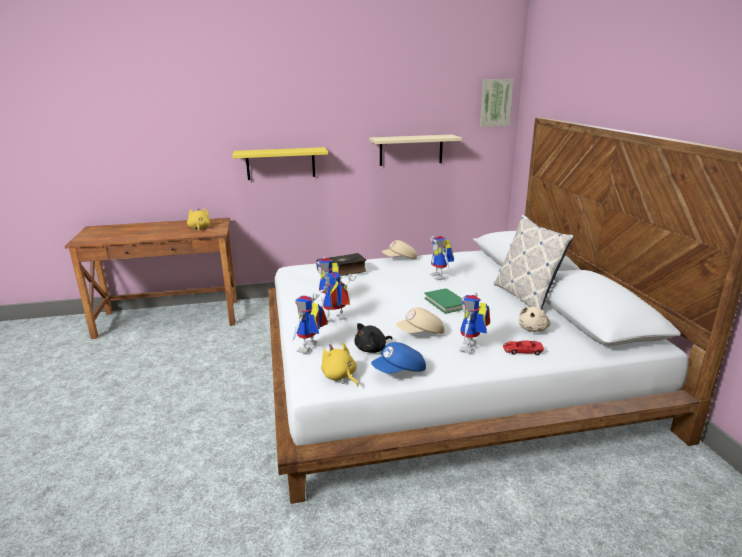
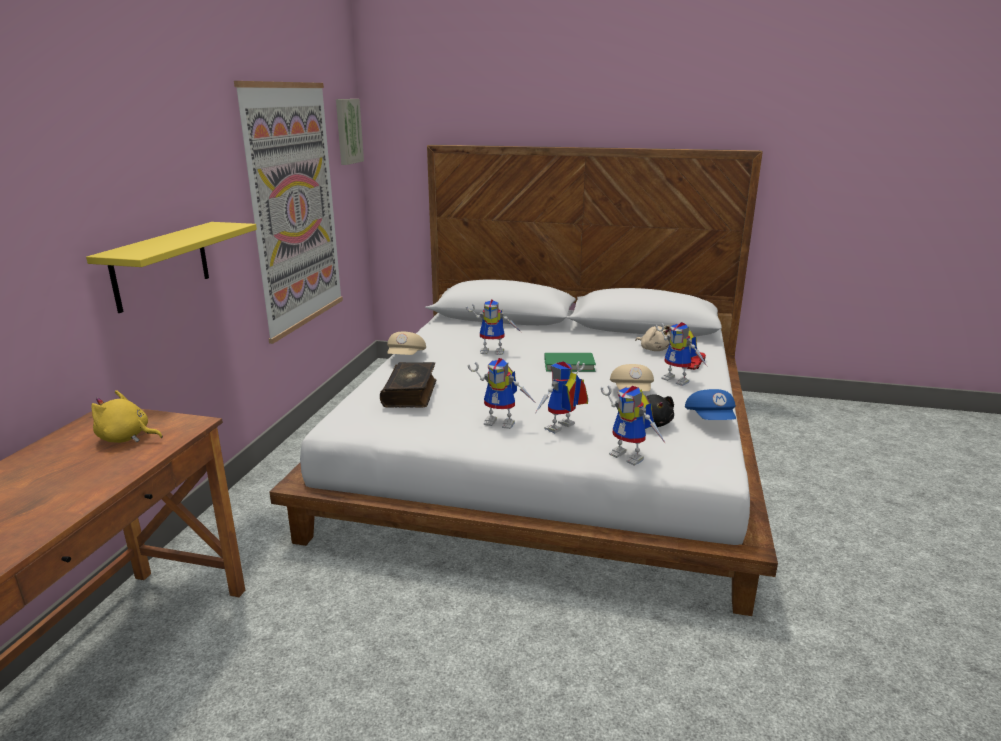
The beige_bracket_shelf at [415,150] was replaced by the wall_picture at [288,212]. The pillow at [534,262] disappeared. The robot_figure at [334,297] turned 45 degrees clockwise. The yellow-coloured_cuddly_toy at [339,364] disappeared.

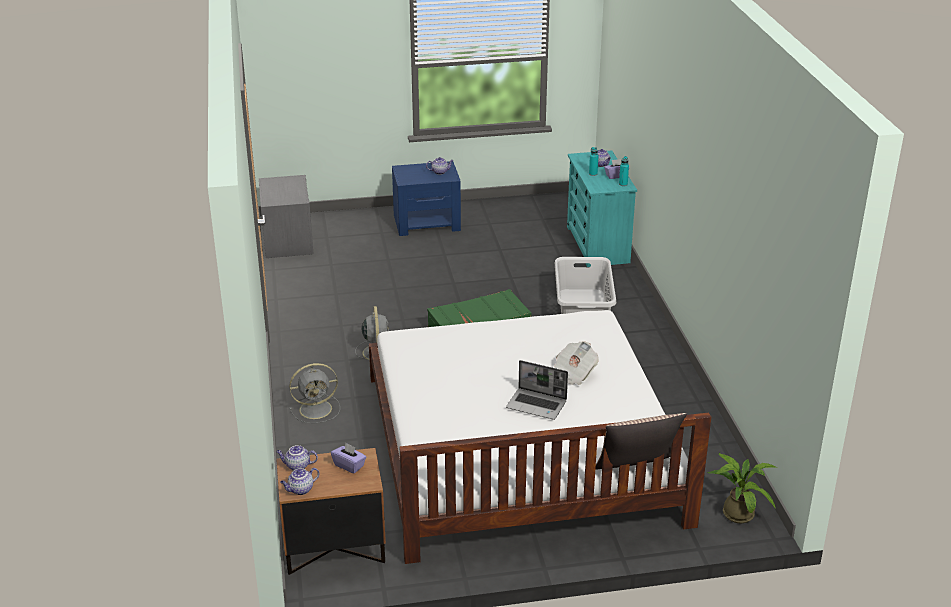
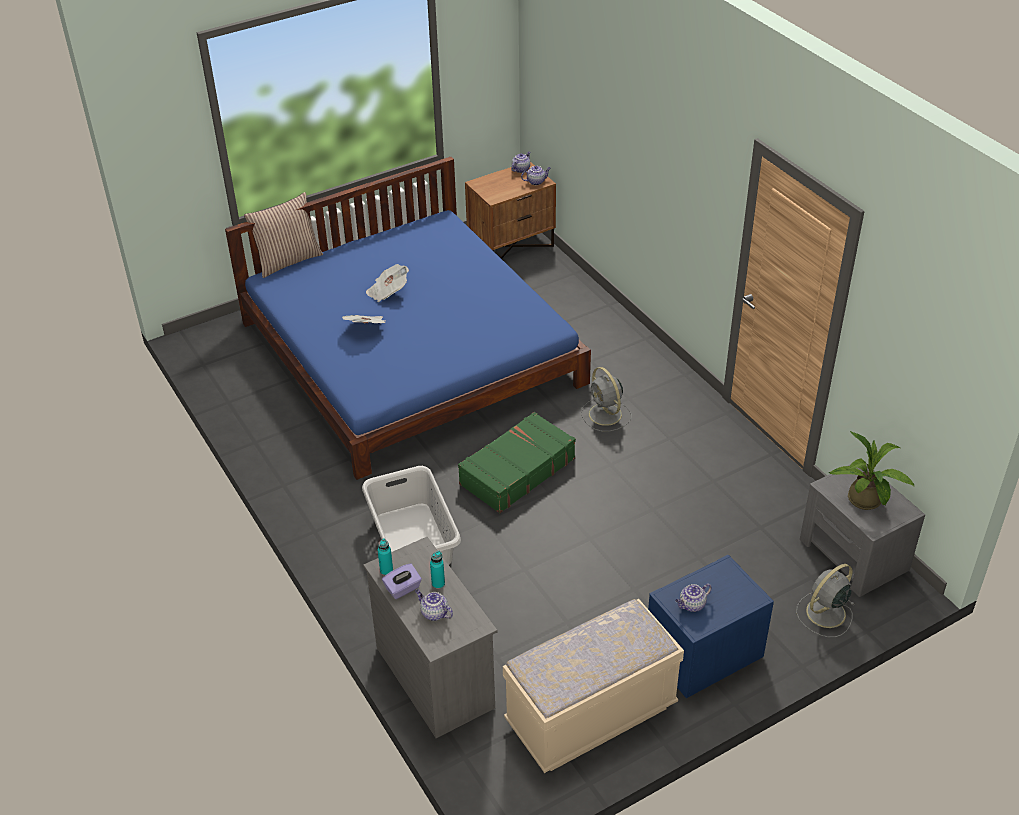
The turquoise-coloured_drawer_chest at [602,208] became the greyish_drawer_chest at [430,637]. The white-coloured_bed at [540,437] became the blue-coloured_bed at [408,318]. The notebook_computer at [537,390] was replaced by the newspaper at [387,283]. The greyish_fan moved from [314,393] to [825,600]. The purple_box_of_tissues at [348,458] disappeared. The potted_plant moved from [742,488] to [872,470]. The beige_long_seat at [593,686] appeared.

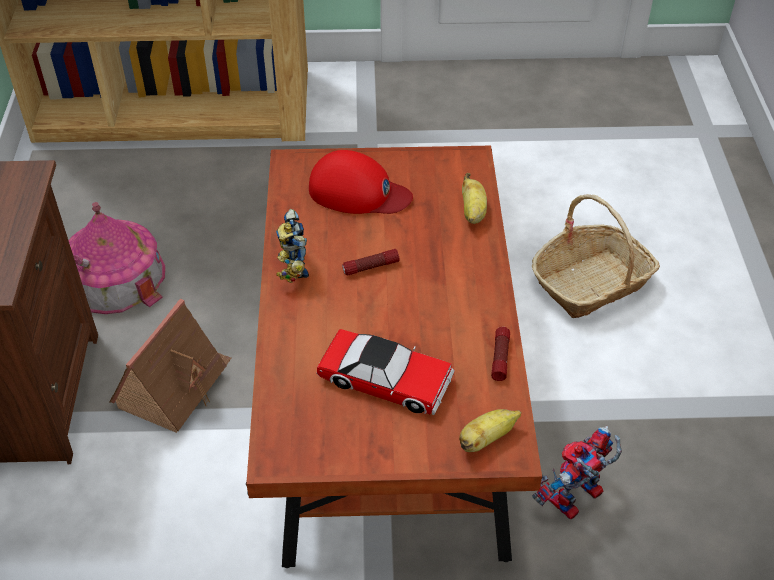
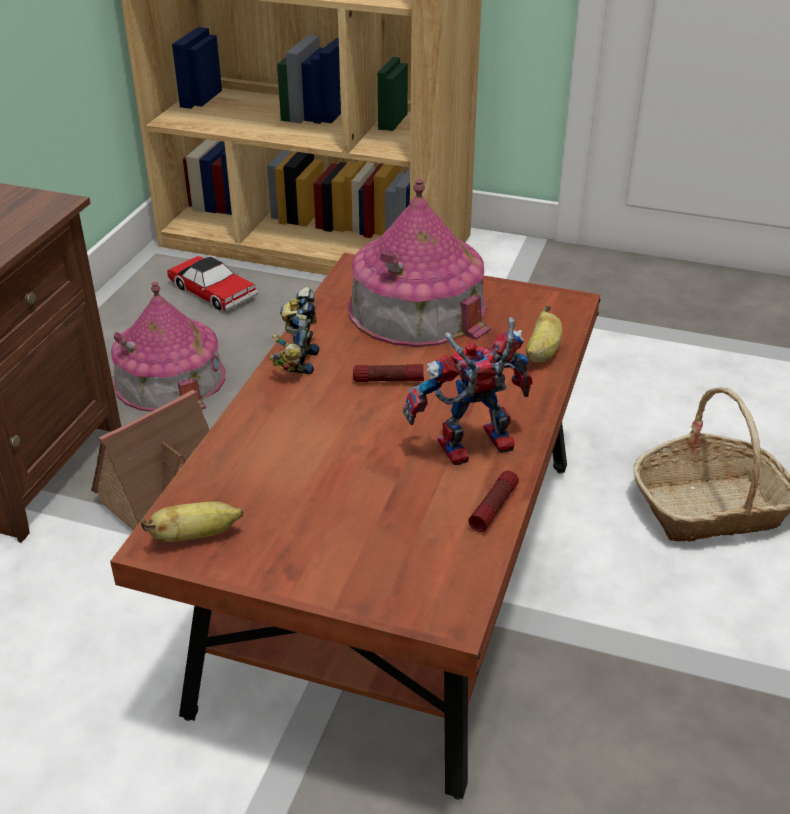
The reddish_baseball_cap at [361,182] was replaced by the miniature_house at [419,263]. The model_car moved from [385,372] to [212,283]. The banana moved from [490,430] to [192,521]. The robot_figure moved from [577,472] to [468,391].

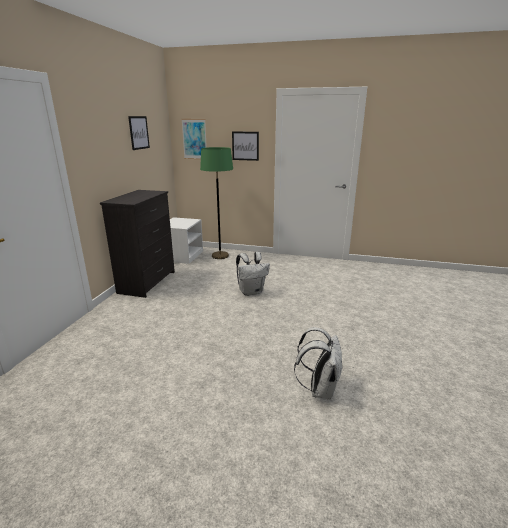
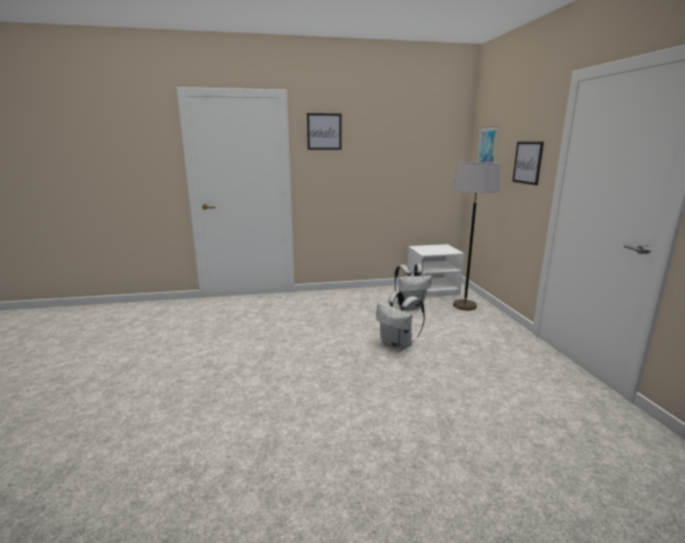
The wall_picture moved from [139,133] to [324,131]. The greenish_standard_lamp at [216,203] became the greyish_standard_lamp at [476,236]. The blackish_drawer_chest at [137,244] disappeared. The white-coloured_knapsack moved from [318,363] to [413,287].

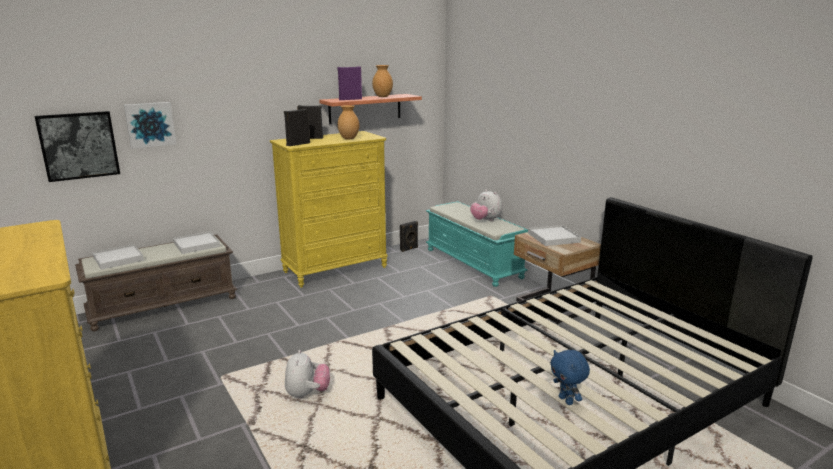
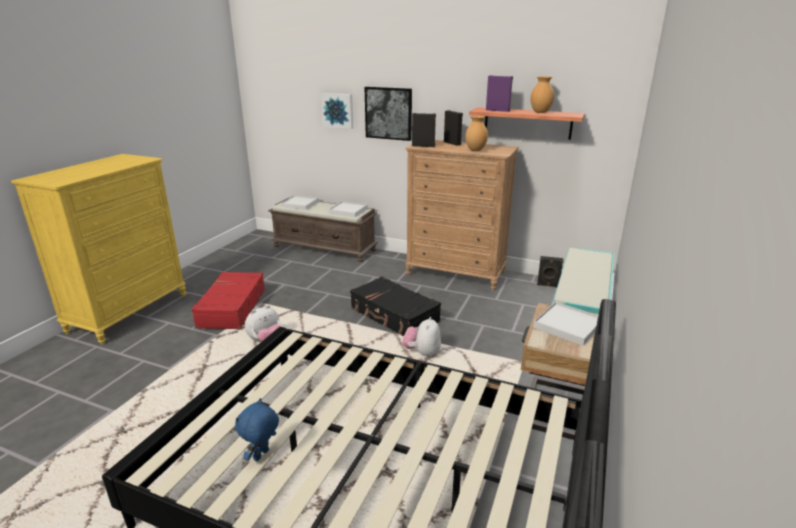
The wall_picture moved from [77,146] to [388,114]. The yellow-coloured_drawer_chest at [329,209] became the brown-coloured_drawer_chest at [462,215]. The cuddly_toy moved from [486,205] to [421,337]. The reddish_suitcase at [228,300] appeared. The blackish_suitcase at [395,306] appeared.

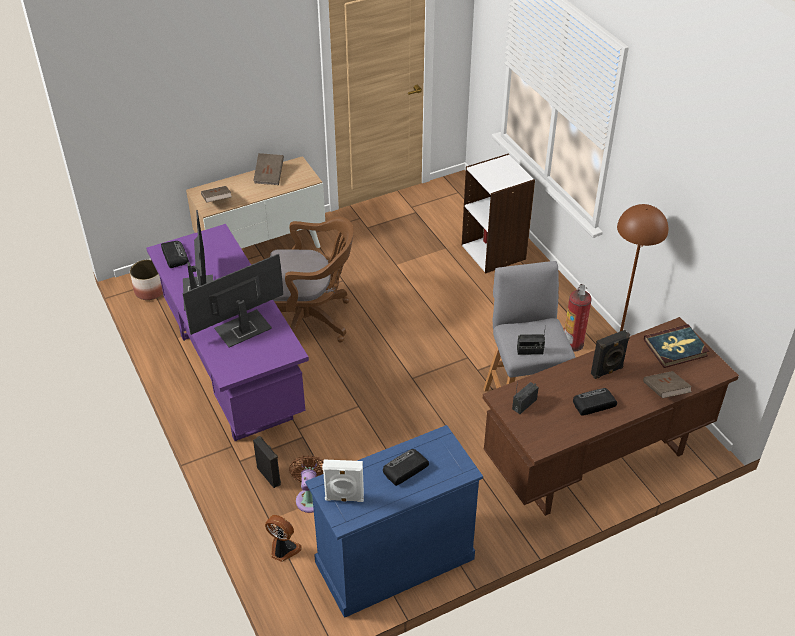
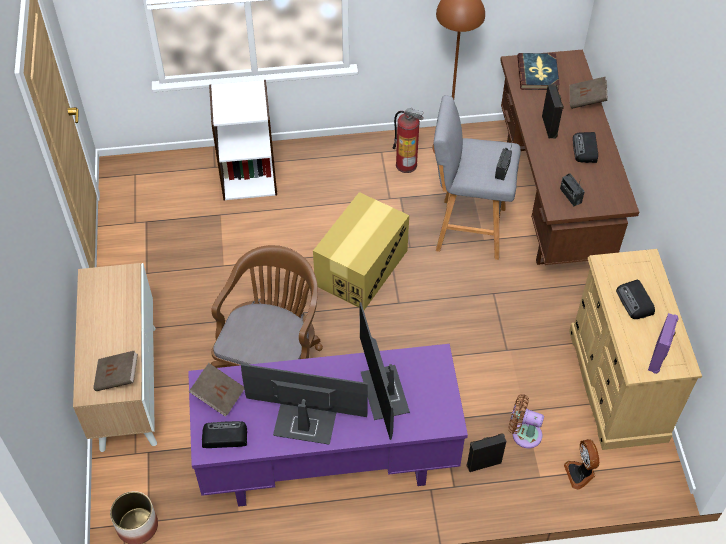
The brown-coloured_bound_book moved from [268,169] to [216,390]. The blue-coloured_drawer_chest at [394,521] became the beige_drawer_chest at [635,349]. The white-coloured_speaker at [343,480] became the purple_speaker at [663,343]. The fan at [283,538] turned 60 degrees counterclockwise. The cardboard_box at [361,251] appeared.

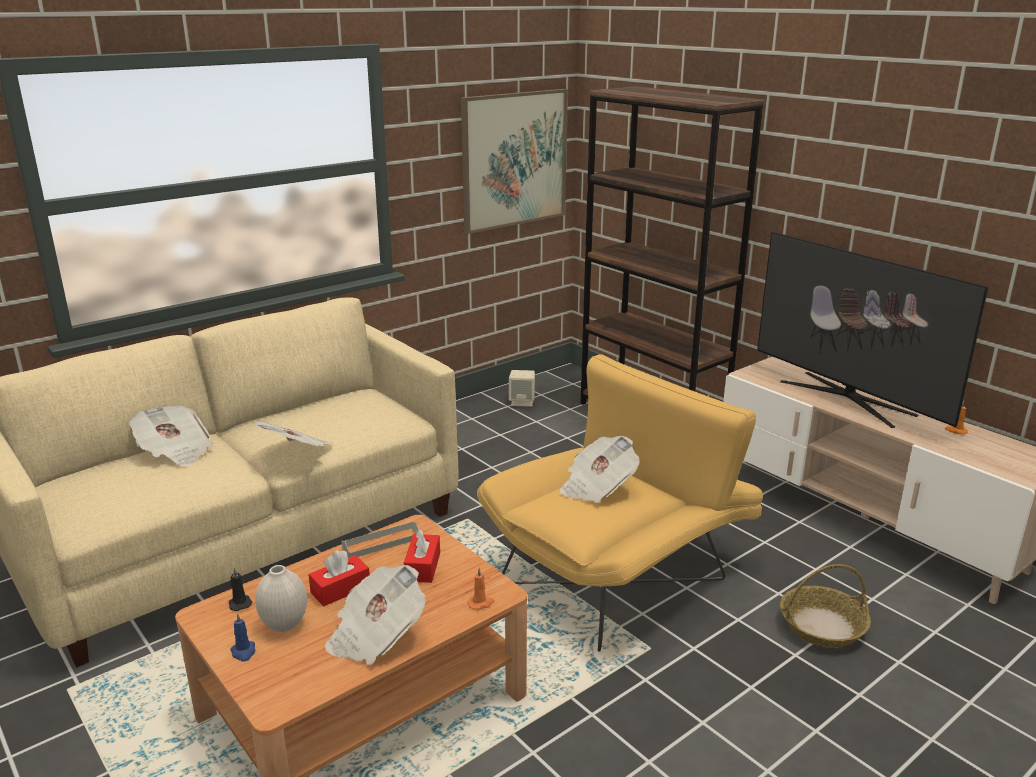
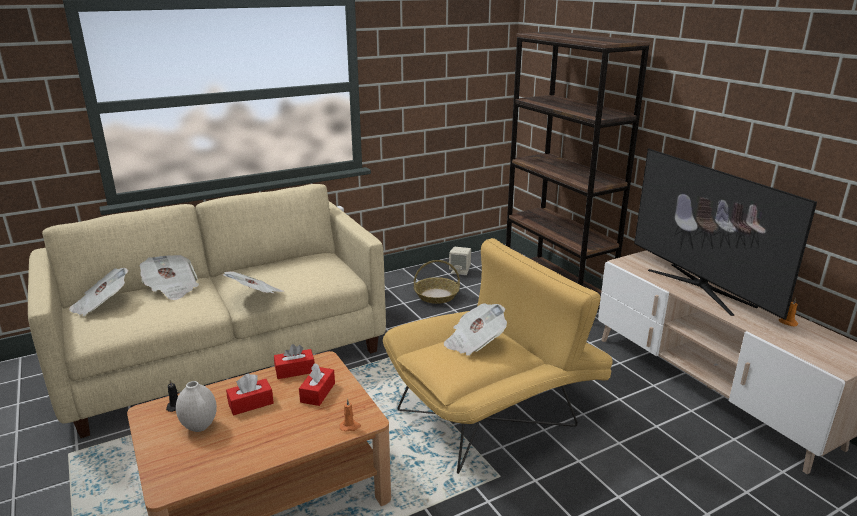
The wall_picture at [514,161] disappeared. The greyish_serving_tray at [380,539] was replaced by the reddish_box_of_tissues at [294,361]. The basket moved from [825,606] to [437,282]. The newspaper moved from [375,615] to [98,292]. The blue-coloured_wax_candle at [242,637] disappeared.

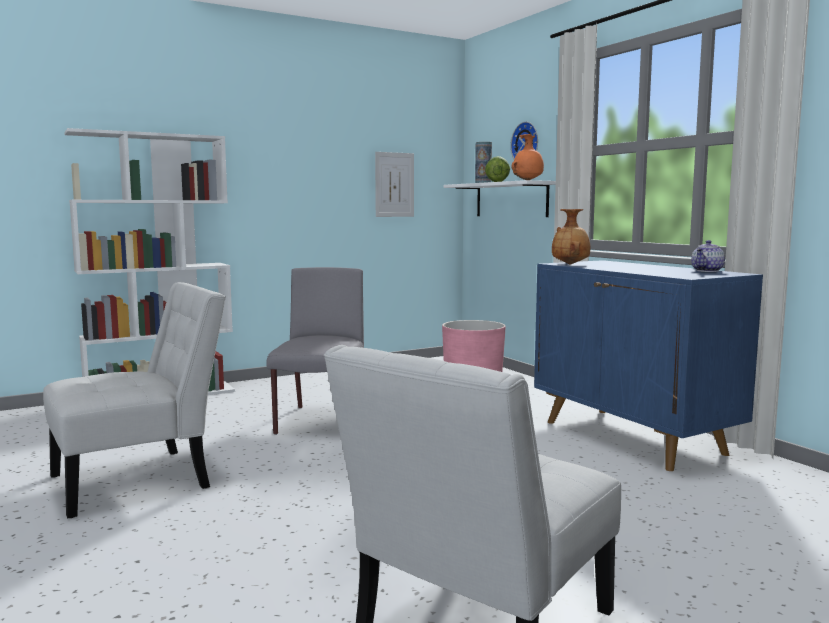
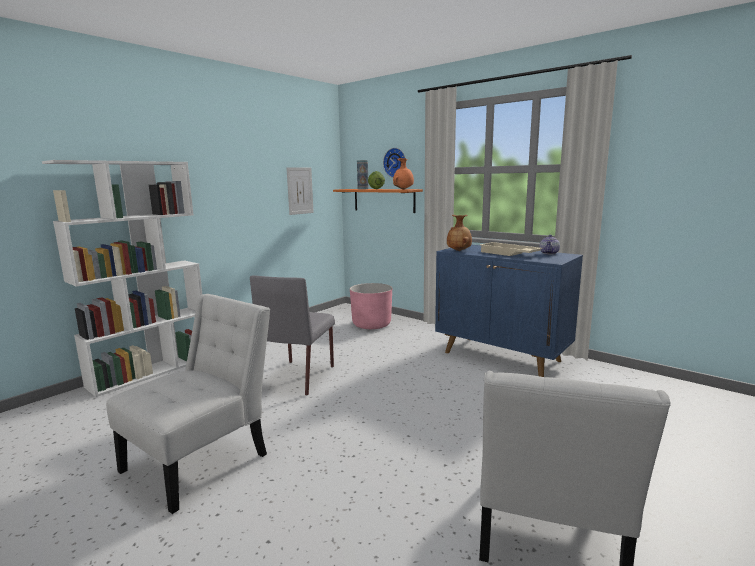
The white-coloured_bracket_shelf at [499,198] became the orange-coloured_bracket_shelf at [378,201]. The greyish_chair at [315,351] turned 150 degrees counterclockwise. The beige_serving_tray at [511,249] appeared.

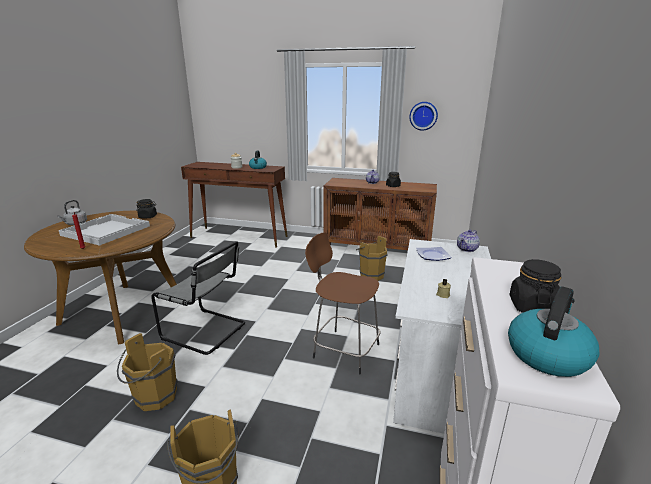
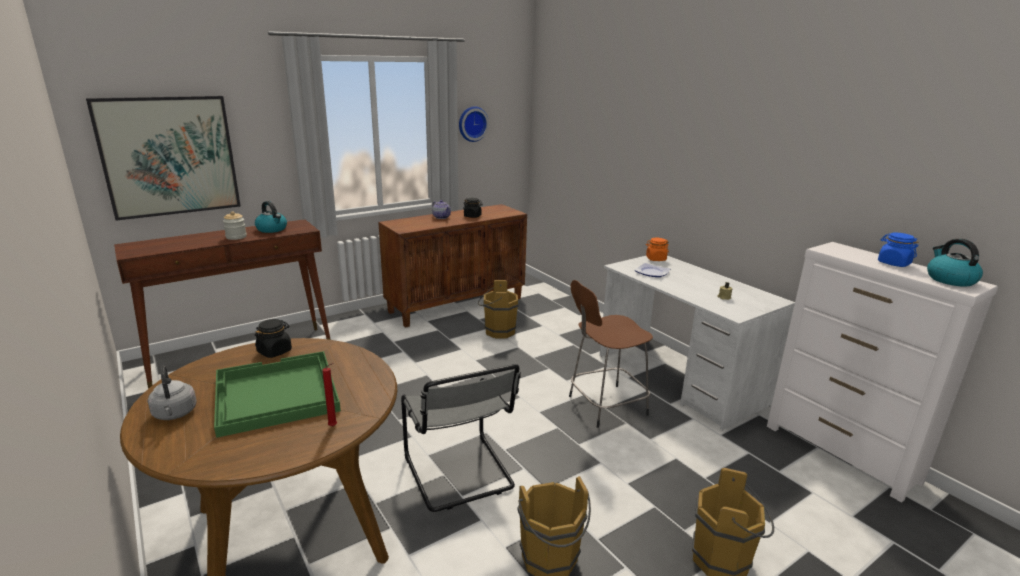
The white-coloured_serving_tray at [104,230] became the greenish_serving_tray at [277,394]. The teapot at [468,241] was replaced by the orange-coloured_preserve_jar at [657,249]. The greyish_chair at [198,298] turned 90 degrees clockwise. The blackish_preserve_jar at [535,286] became the blue-coloured_preserve_jar at [898,249]. The wall_picture at [163,158] appeared.

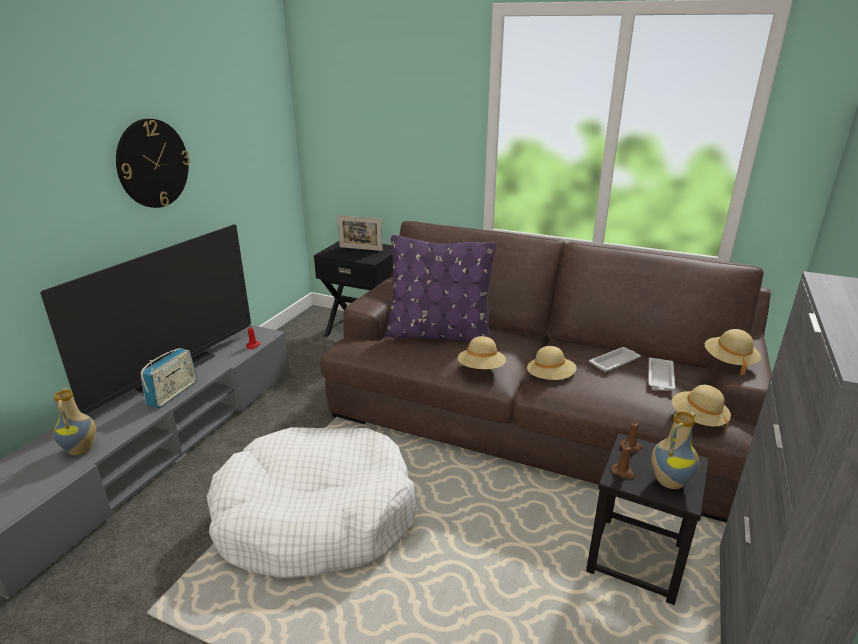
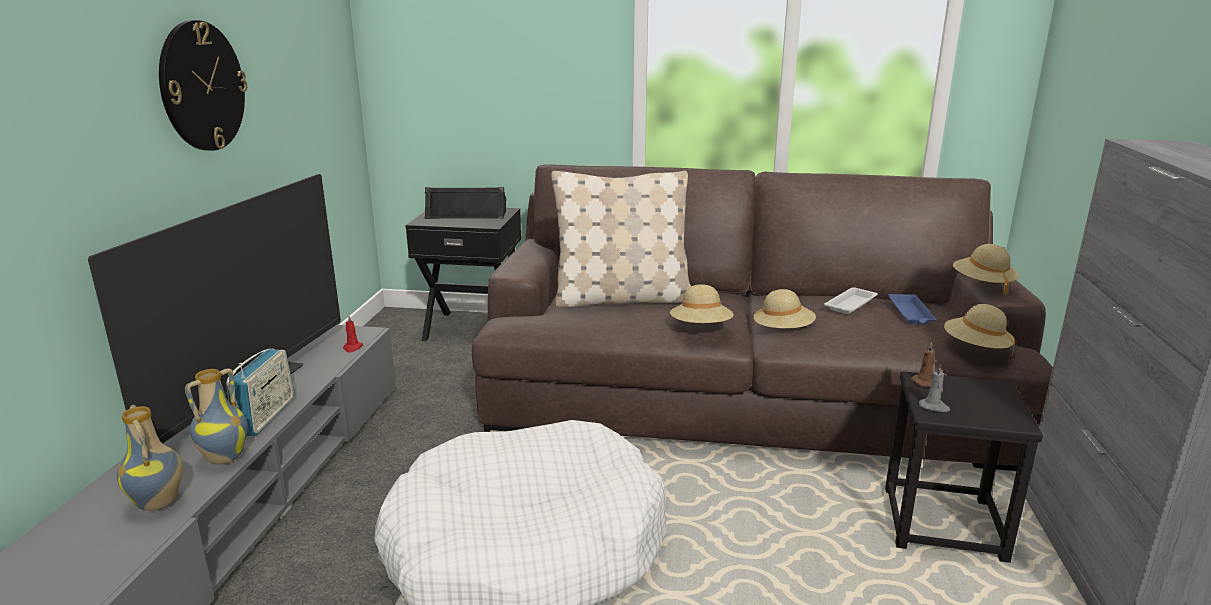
The standing_frame at [360,233] was replaced by the blackish_speaker at [465,203]. The purple_pillow at [440,288] became the beige_pillow at [621,239]. The white-coloured_serving_tray at [662,374] became the blue-coloured_serving_tray at [912,309]. The decorative_vase moved from [675,450] to [216,416]. The brown-coloured_wax_candle at [623,460] became the greyish_wax_candle at [934,388].

